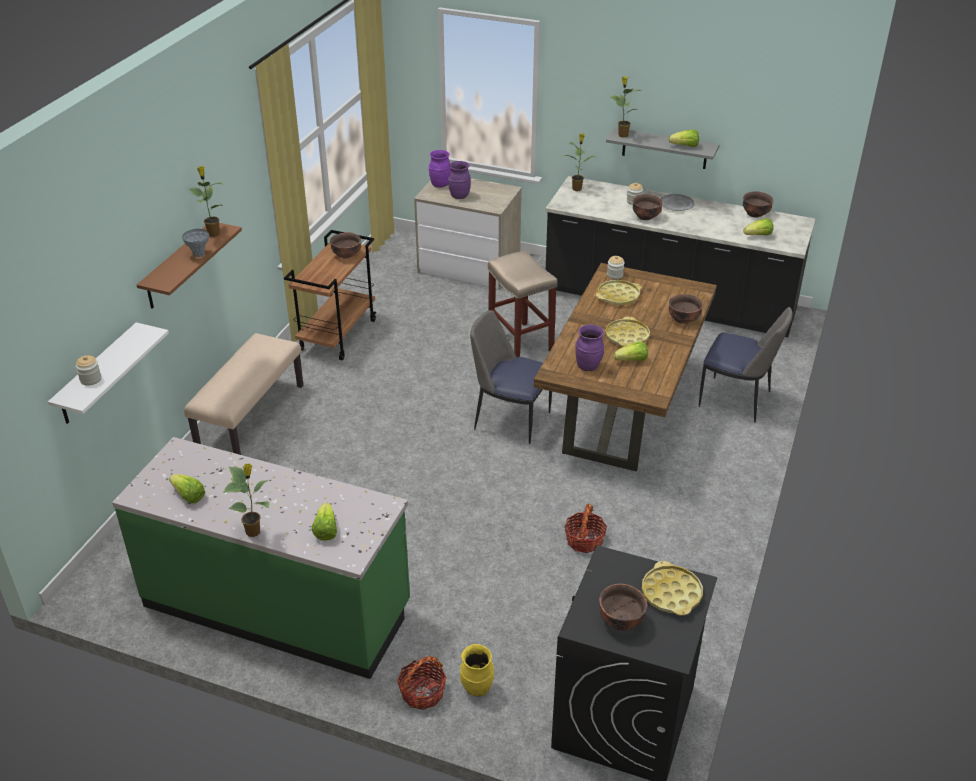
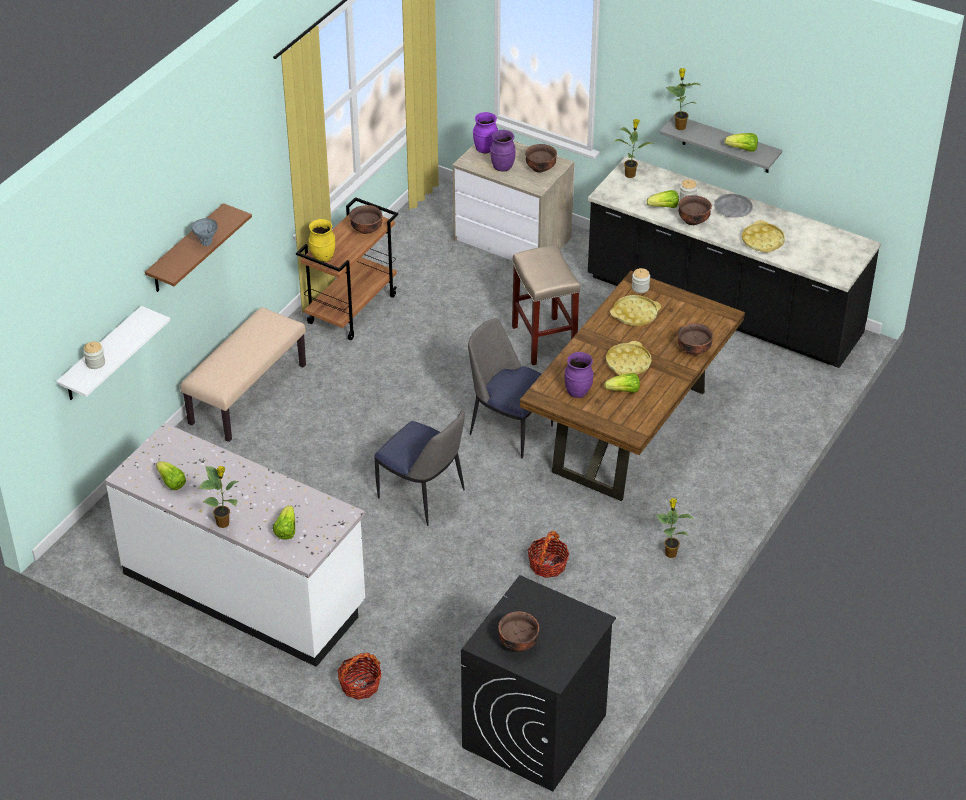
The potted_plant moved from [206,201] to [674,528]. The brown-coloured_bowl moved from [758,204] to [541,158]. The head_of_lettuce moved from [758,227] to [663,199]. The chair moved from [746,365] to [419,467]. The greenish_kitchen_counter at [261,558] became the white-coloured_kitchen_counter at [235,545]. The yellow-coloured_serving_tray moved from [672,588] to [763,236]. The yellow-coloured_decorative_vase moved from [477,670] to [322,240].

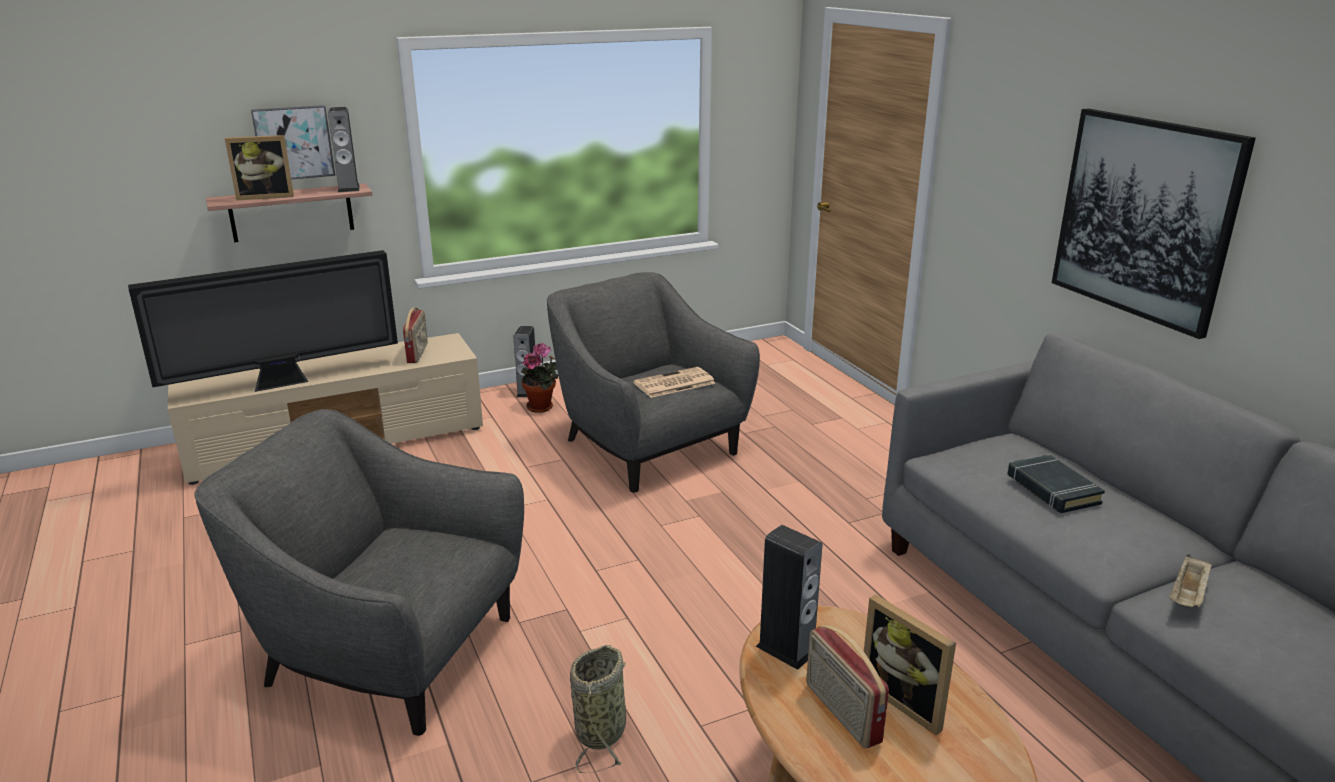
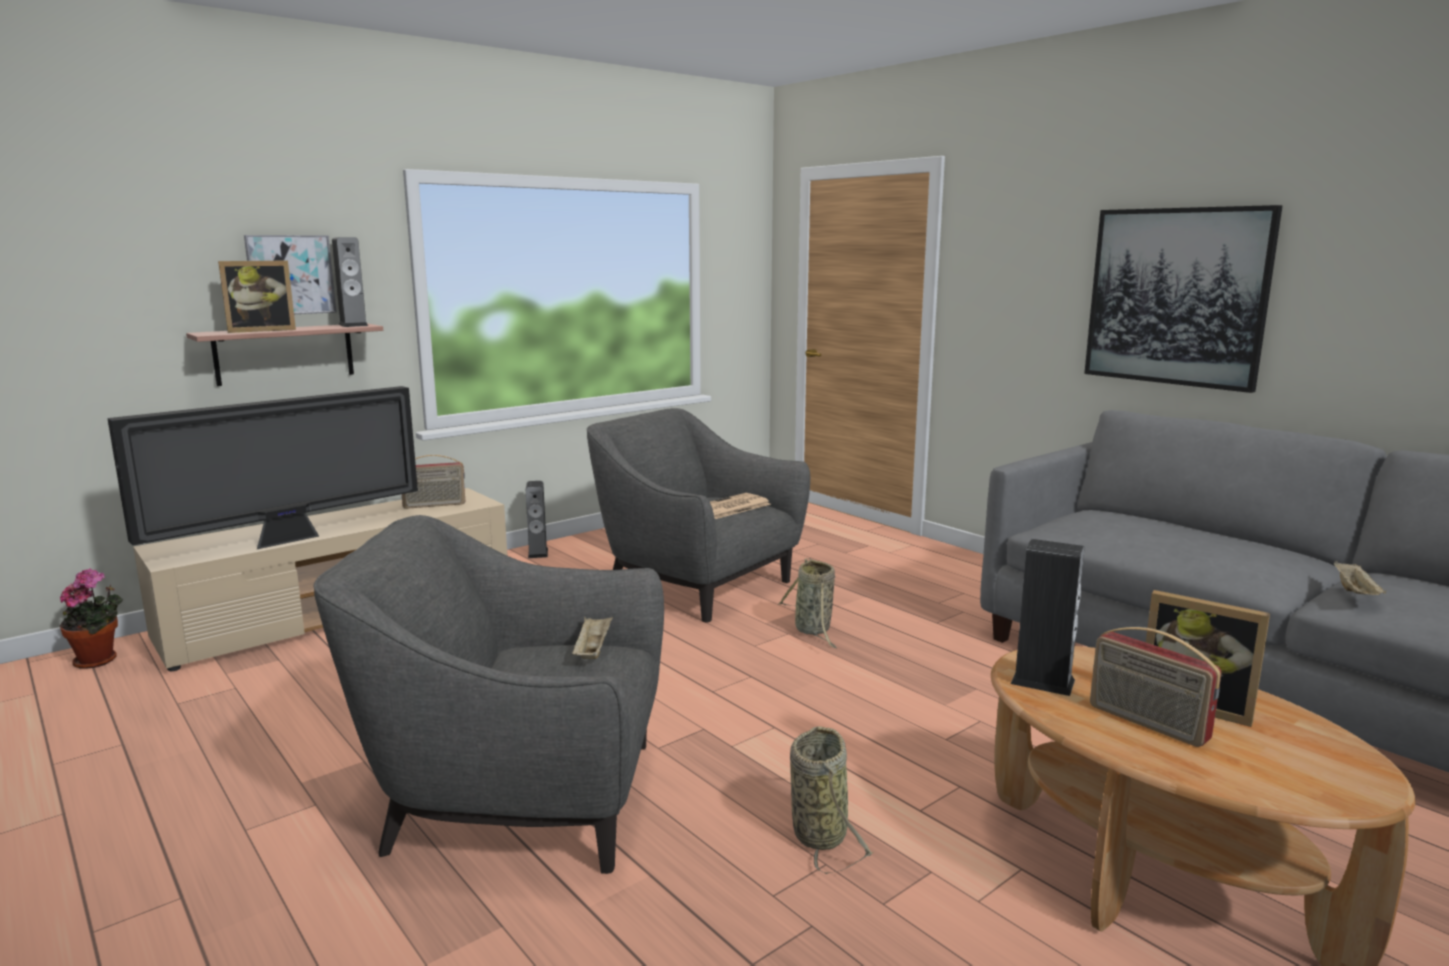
The radio_set at [415,335] turned 90 degrees clockwise. The potted_plant moved from [539,378] to [91,618]. The blackish_bound_book at [1056,483] disappeared. The basket at [808,603] appeared. The beige_serving_tray at [592,638] appeared.

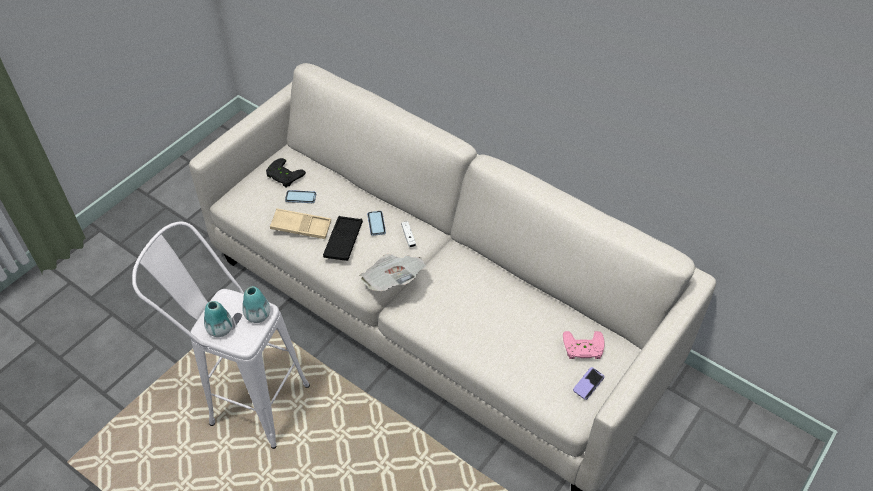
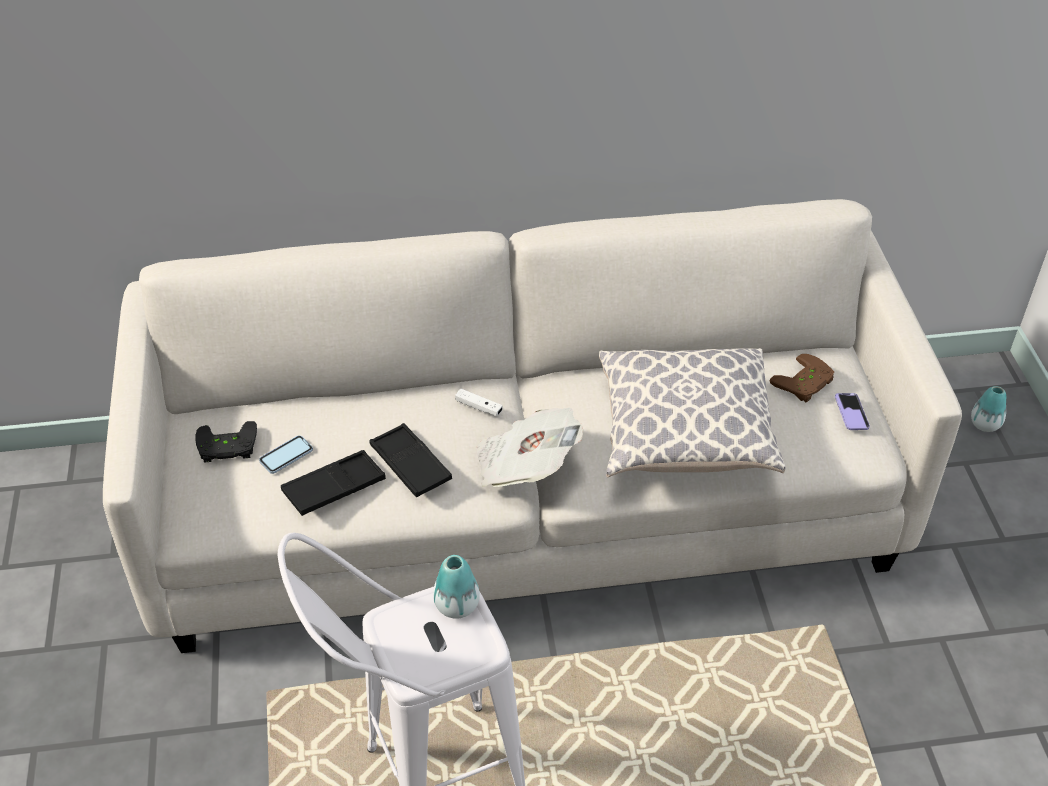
The beige_serving_tray at [300,223] became the blackish_serving_tray at [333,483]. The phone at [376,223] disappeared. The decorative_vase moved from [218,319] to [988,409]. The pink-coloured_gamepad at [583,345] became the brown-coloured_gamepad at [801,378]. The pillow at [692,413] appeared.

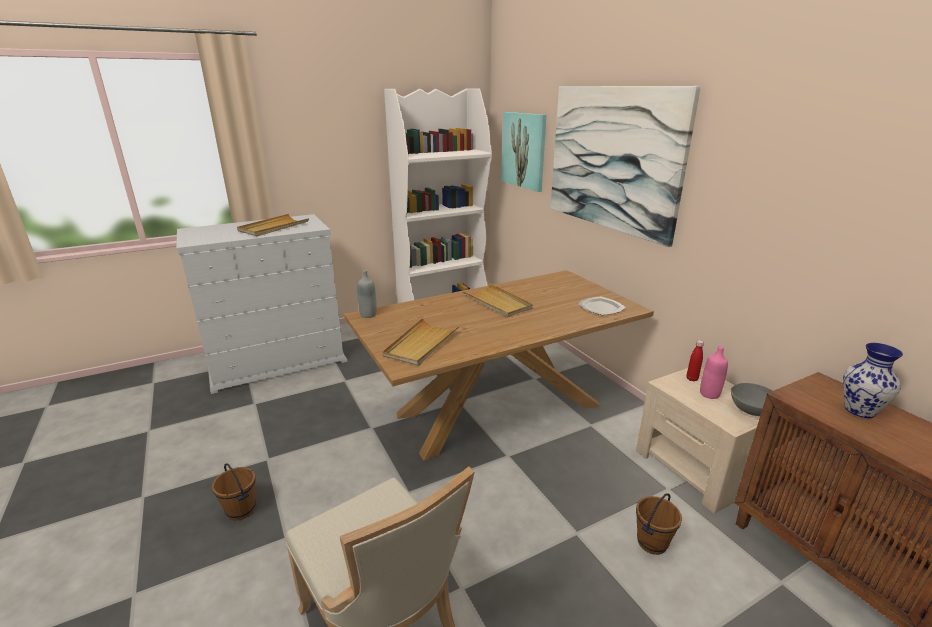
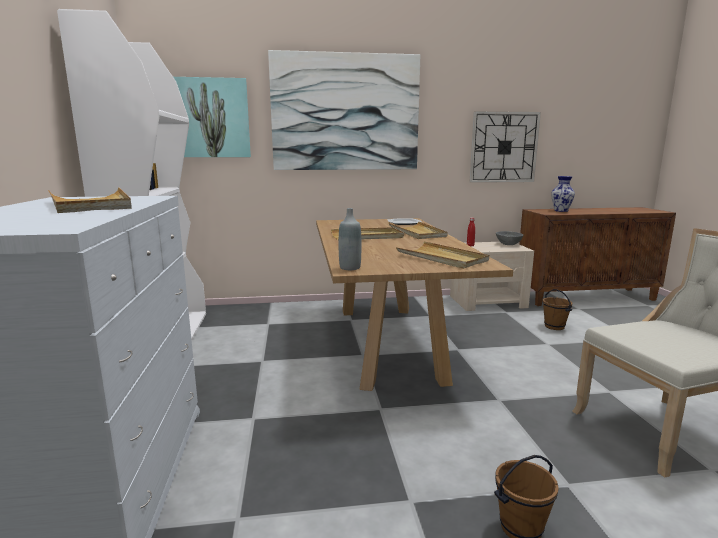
The pink-coloured_drink_bottle at [714,372] disappeared. The clock_on_the_wall at [505,147] appeared. The beige_serving_tray at [418,230] appeared.

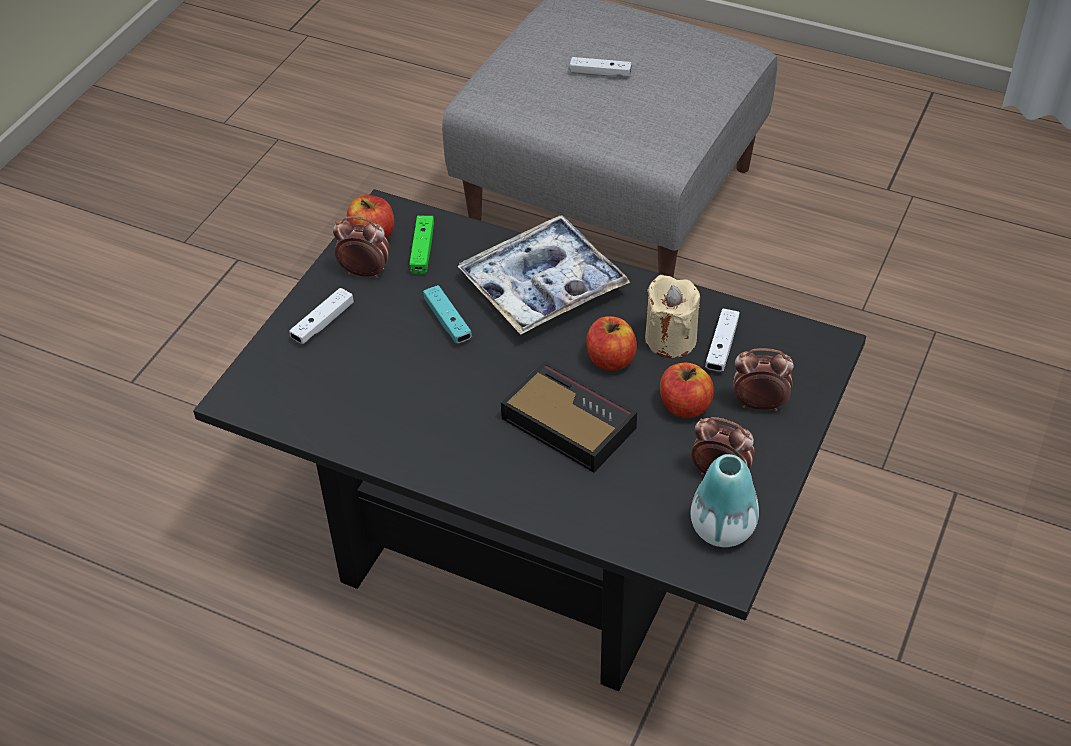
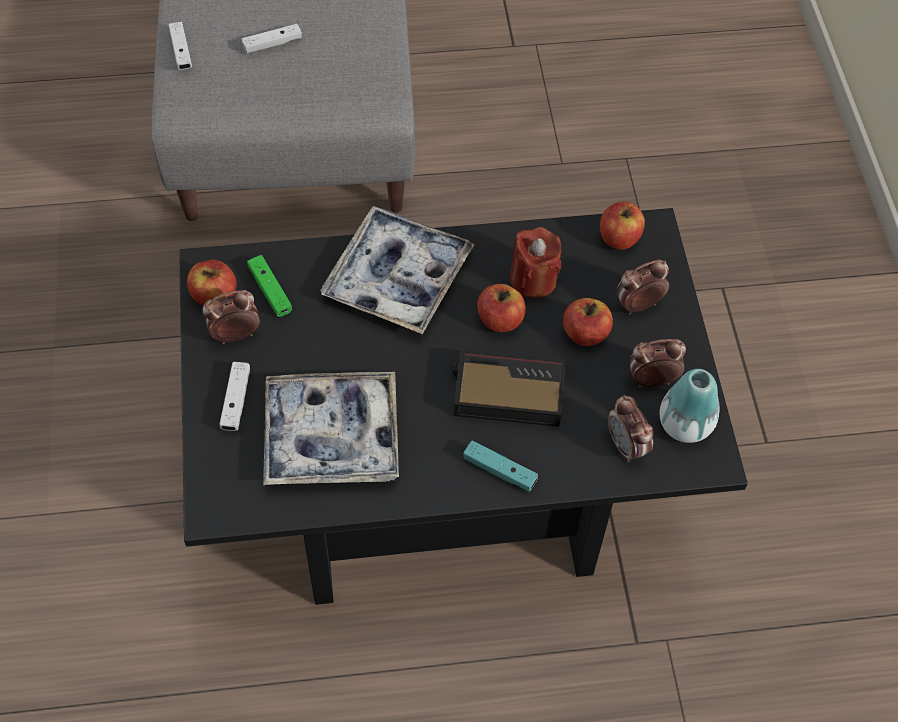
The beige_wax_candle at [672,316] became the reddish_wax_candle at [536,263]. The turquoise-coloured_gamepad moved from [447,314] to [500,466]. The white-coloured_gamepad moved from [722,340] to [180,46]. The apple at [622,226] appeared. The serving_tray at [331,428] appeared. The bedside_clock at [631,428] appeared.

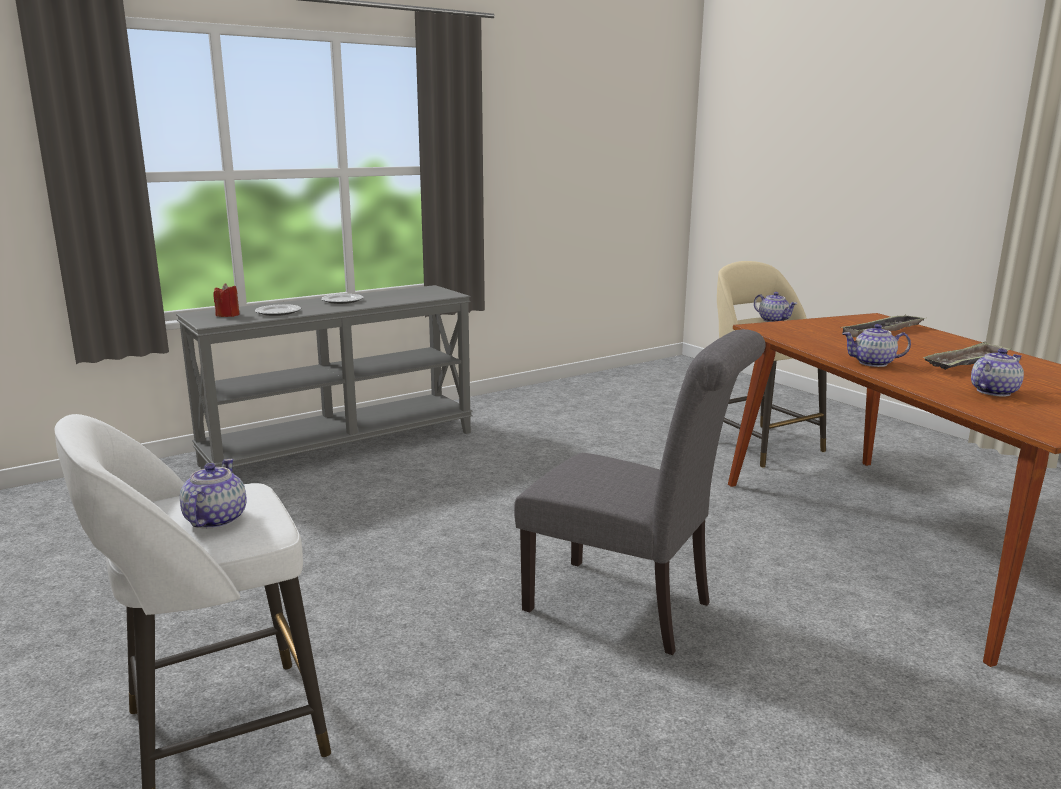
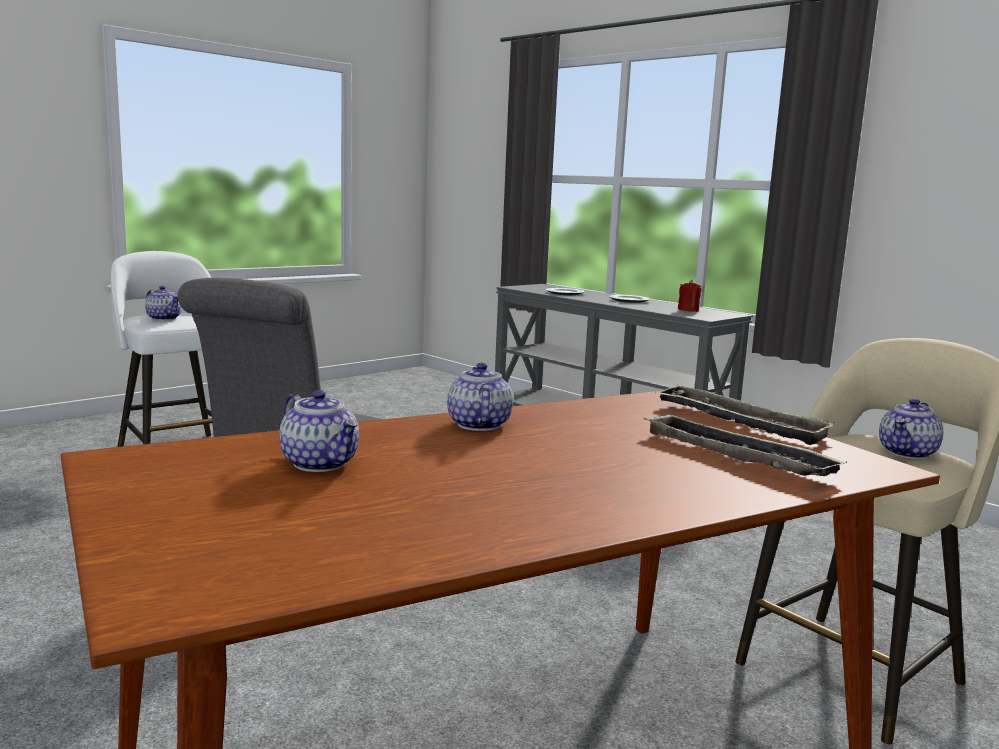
The reddish_wax_candle moved from [226,300] to [690,296]. The serving_tray moved from [967,356] to [745,414]. The teapot at [213,494] turned 45 degrees clockwise.

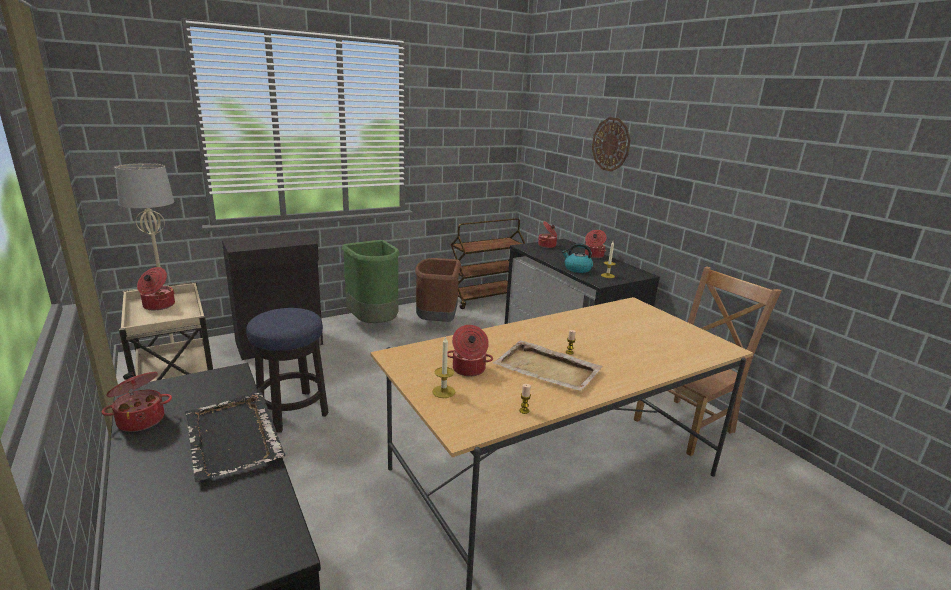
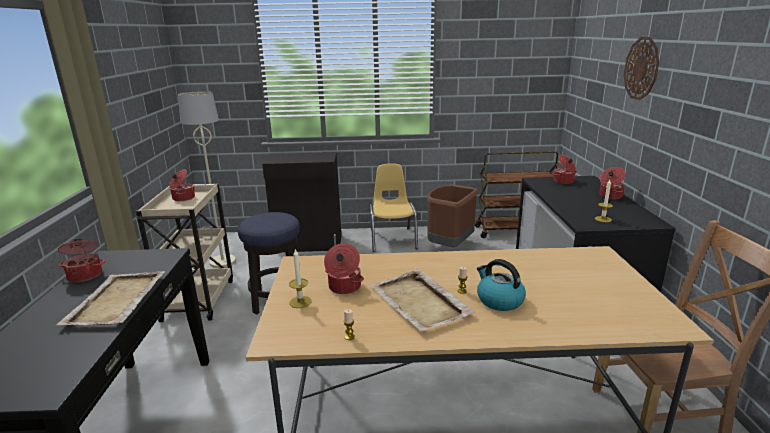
The greenish_waste_bin at [371,281] was replaced by the yellow-coloured_chair at [394,207]. The tea_kettle moved from [577,258] to [501,285]. The blackish_serving_tray at [234,437] became the beige_serving_tray at [110,298].

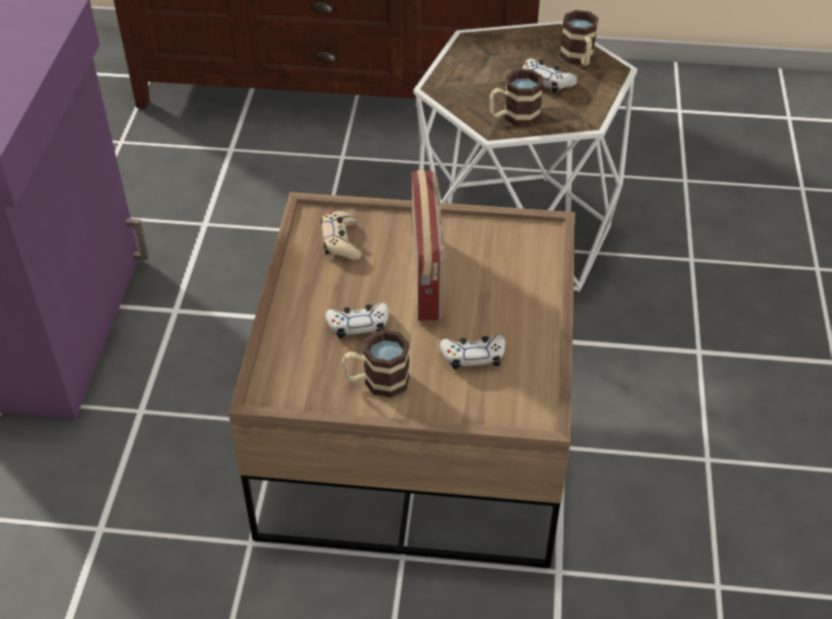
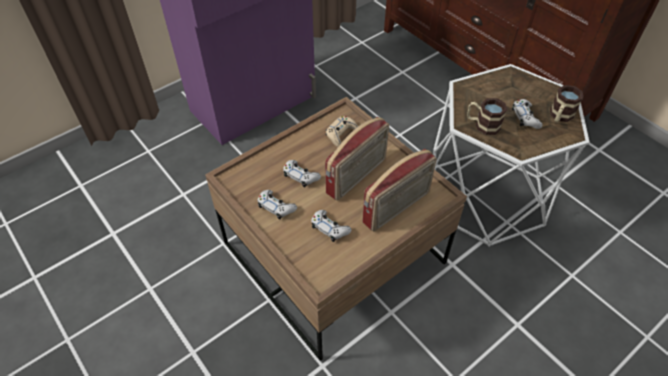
The tea_mug at [376,364] was replaced by the white-coloured_gamepad at [277,205]. The radio_set at [399,190] appeared.

